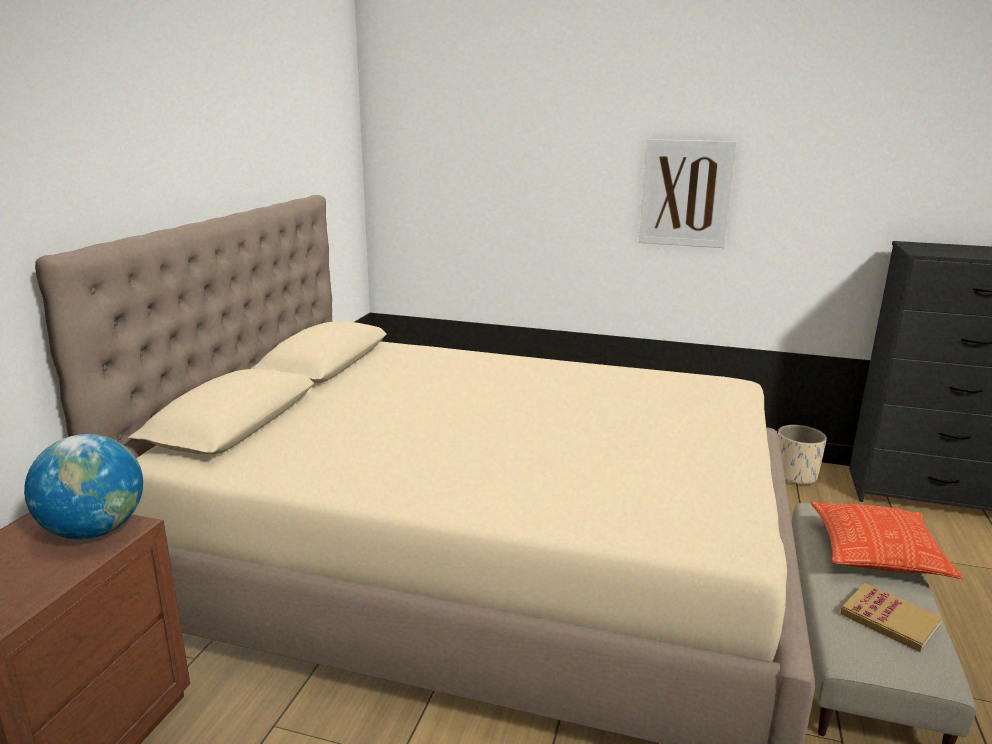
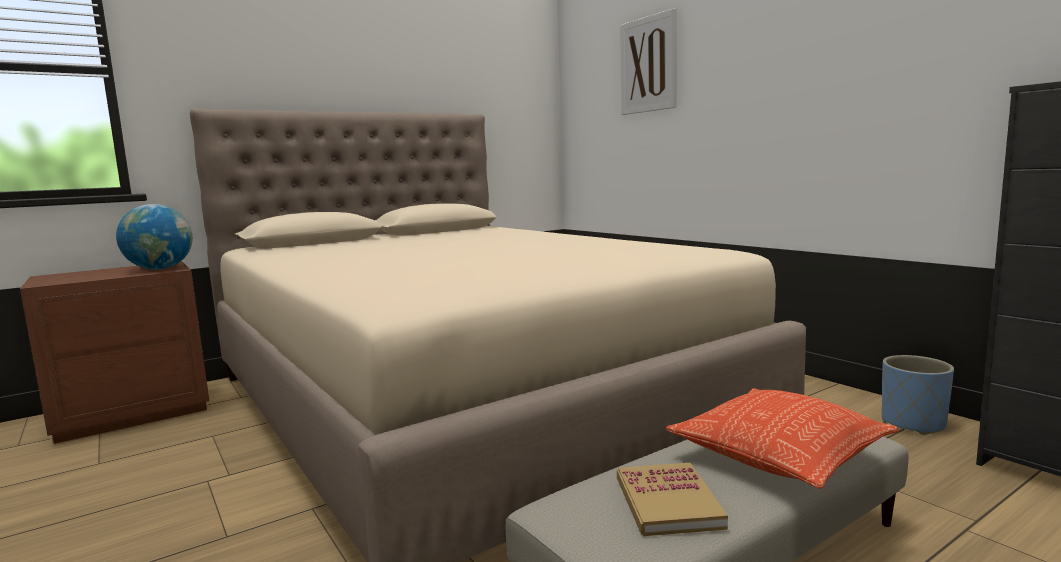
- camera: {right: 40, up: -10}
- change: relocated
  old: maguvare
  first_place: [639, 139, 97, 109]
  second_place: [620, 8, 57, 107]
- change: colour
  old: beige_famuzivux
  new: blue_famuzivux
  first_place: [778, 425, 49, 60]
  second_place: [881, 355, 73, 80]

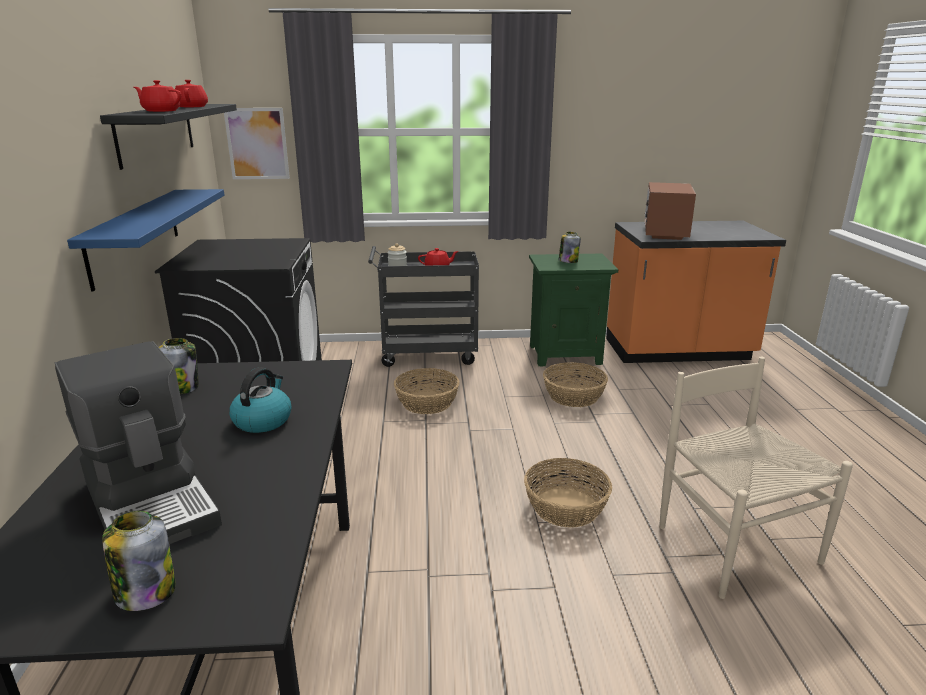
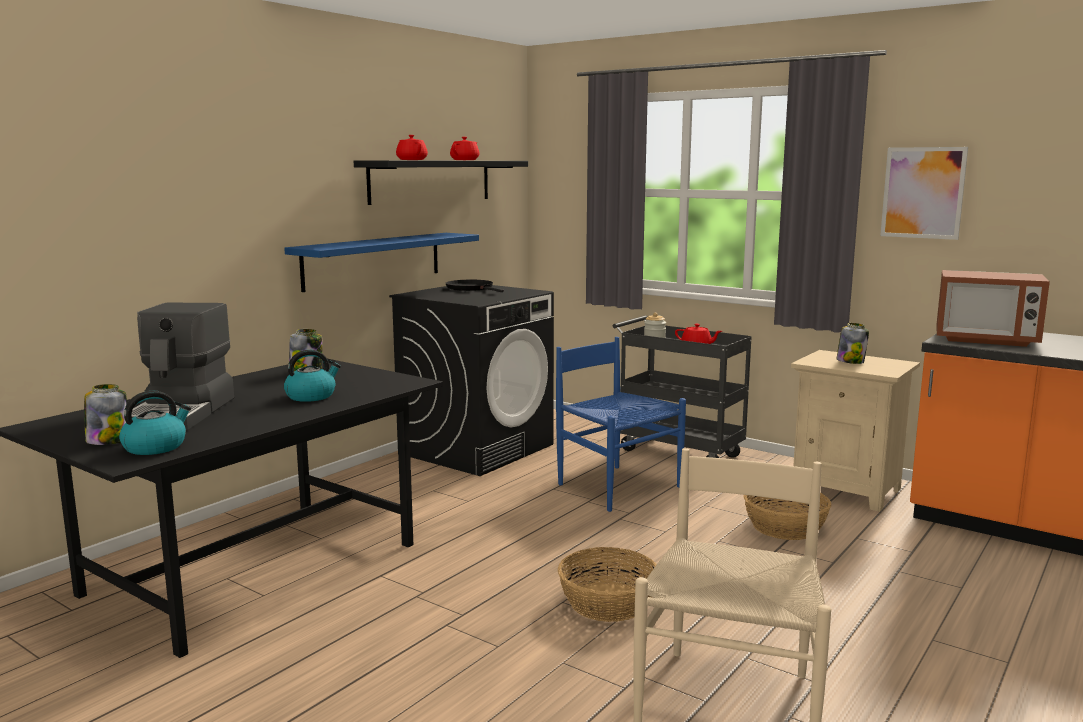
- camera: {right: 40, up: -10}
- change: appeared
  new: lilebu
  second_place: [119, 391, 72, 64]
- change: appeared
  new: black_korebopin
  second_place: [446, 280, 58, 12]
- change: exchanged
  old: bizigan
  new: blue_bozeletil
  first_place: [394, 368, 65, 46]
  second_place: [556, 337, 130, 175]
- change: colour
  old: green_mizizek
  new: beige_mizizek
  first_place: [529, 254, 89, 112]
  second_place: [791, 350, 129, 162]
- change: relocated
  old: maguvare
  first_place: [224, 108, 66, 71]
  second_place: [880, 147, 88, 93]
- change: spun
  old: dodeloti
  first_place: [645, 182, 51, 58]
  second_place: [936, 270, 114, 77]
  degrees: -120

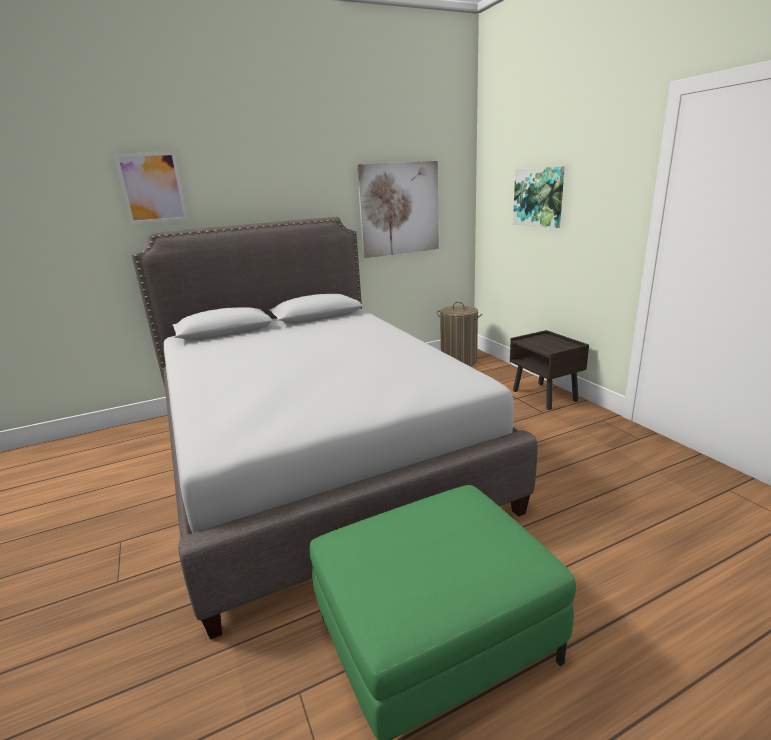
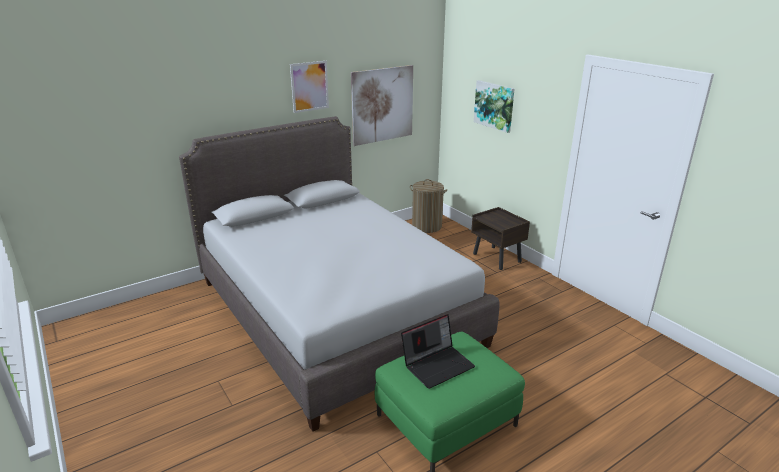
- camera: {right: -10, up: 5}
- change: relocated
  old: maguvare
  first_place: [114, 152, 74, 72]
  second_place: [290, 61, 39, 52]
- change: appeared
  new: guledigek
  second_place: [401, 314, 74, 75]

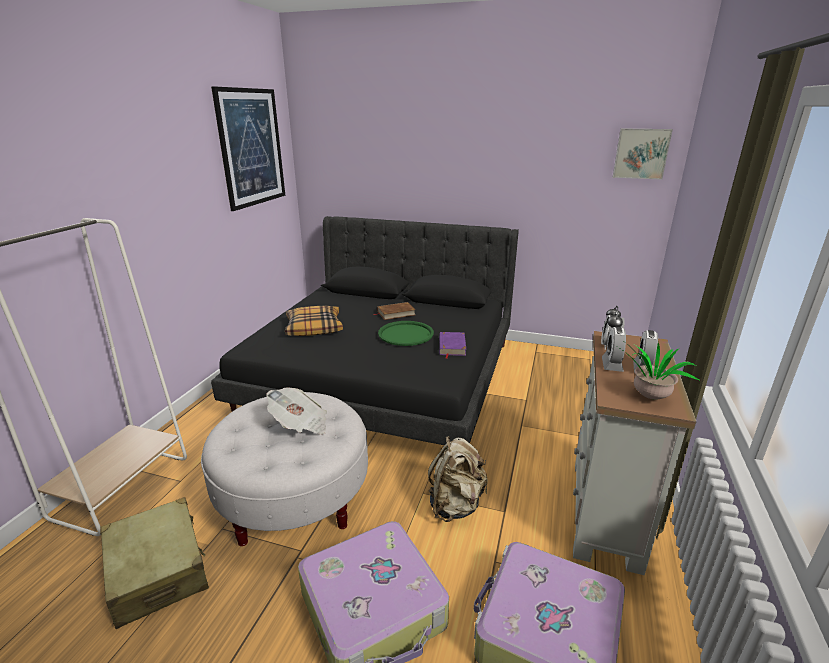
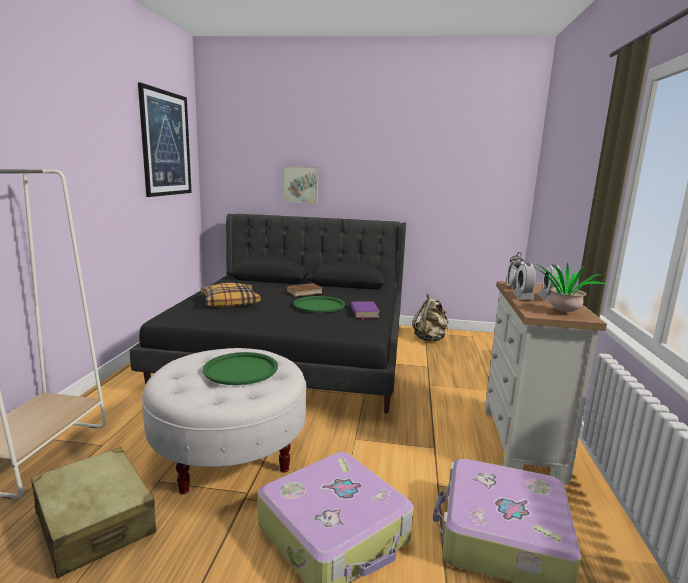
- camera: {right: -10, up: -10}
- change: exchanged
  old: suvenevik
  new: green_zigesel
  first_place: [266, 388, 61, 46]
  second_place: [203, 352, 75, 33]
- change: relocated
  old: maguvare
  first_place: [613, 128, 60, 52]
  second_place: [283, 166, 36, 38]
- change: relocated
  old: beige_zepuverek
  first_place: [428, 436, 60, 86]
  second_place: [413, 294, 35, 47]

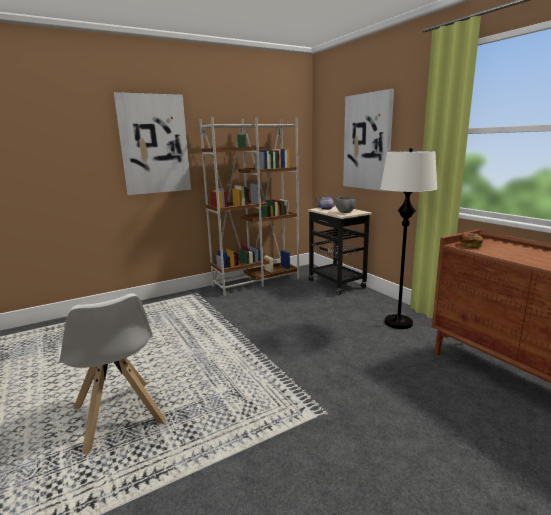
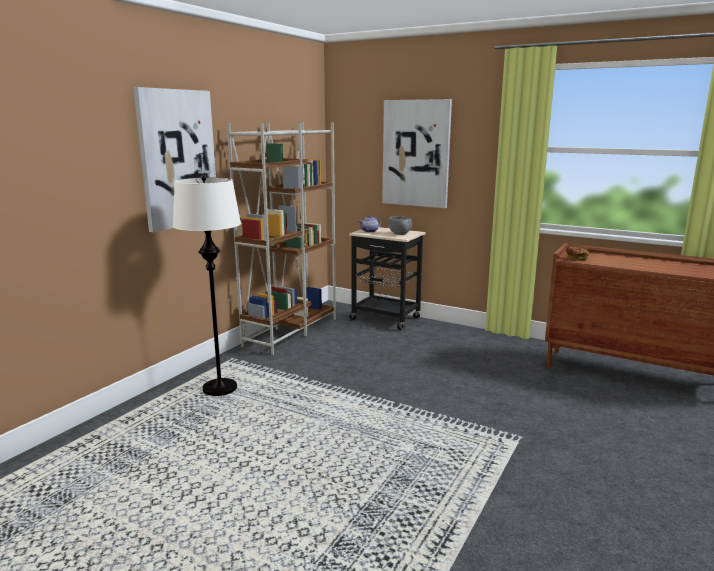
- camera: {right: -30, up: 0}
- change: relocated
  old: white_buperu
  first_place: [380, 148, 57, 181]
  second_place: [173, 176, 68, 220]
- change: missing
  old: bozeletil
  first_place: [58, 293, 108, 162]

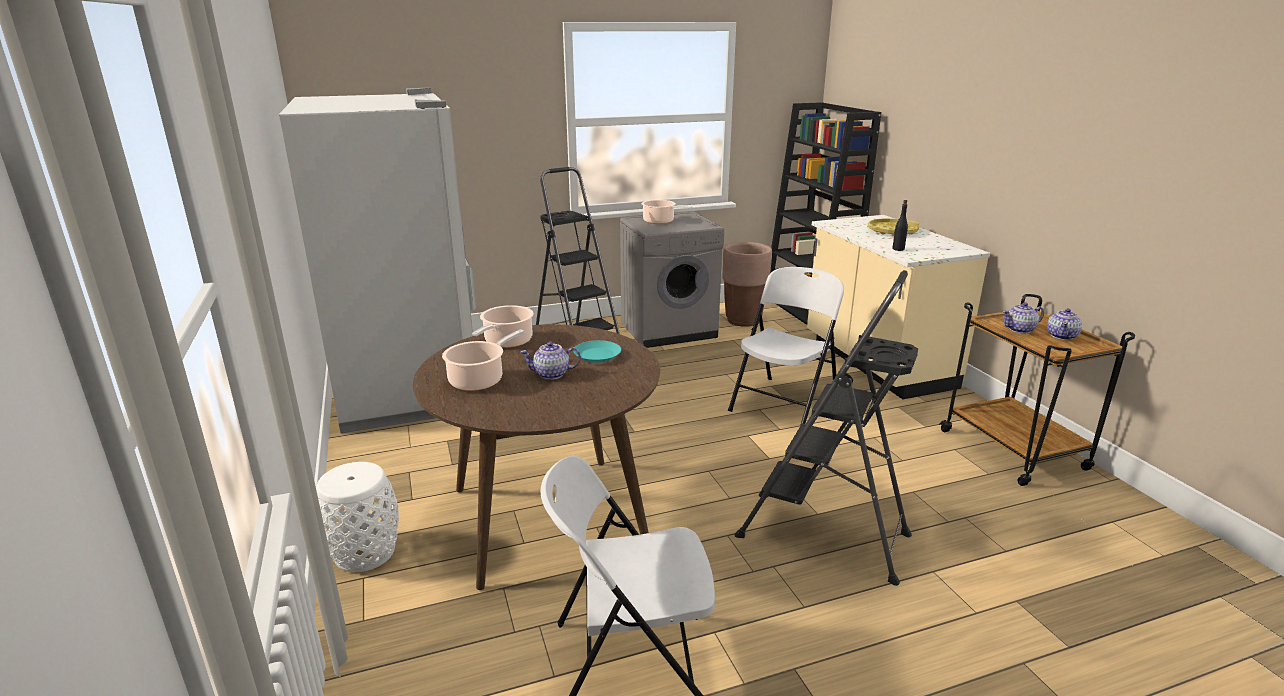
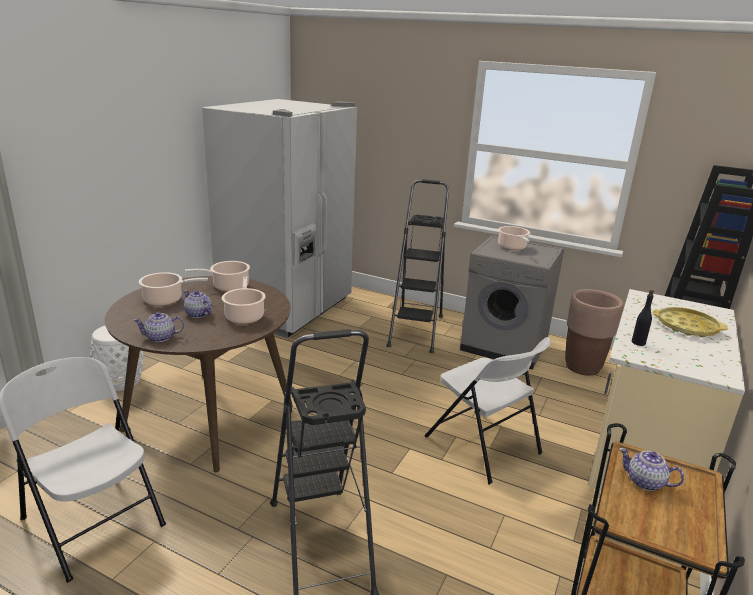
- camera: {right: 45, up: 0}
- change: relocated
  old: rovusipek
  first_place: [1047, 308, 35, 32]
  second_place: [133, 312, 51, 30]
- change: exchanged
  old: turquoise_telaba
  new: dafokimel
  first_place: [573, 340, 48, 23]
  second_place: [222, 277, 44, 47]
- change: spun
  old: white_bozeletil
  first_place: [728, 267, 116, 159]
  second_place: [425, 337, 126, 148]
  degrees: 60

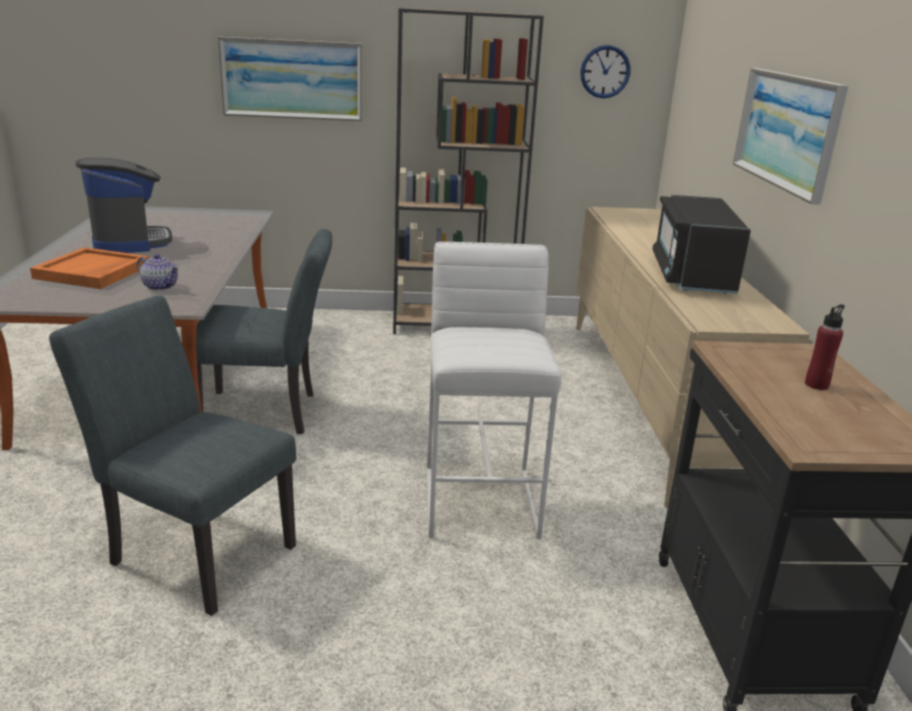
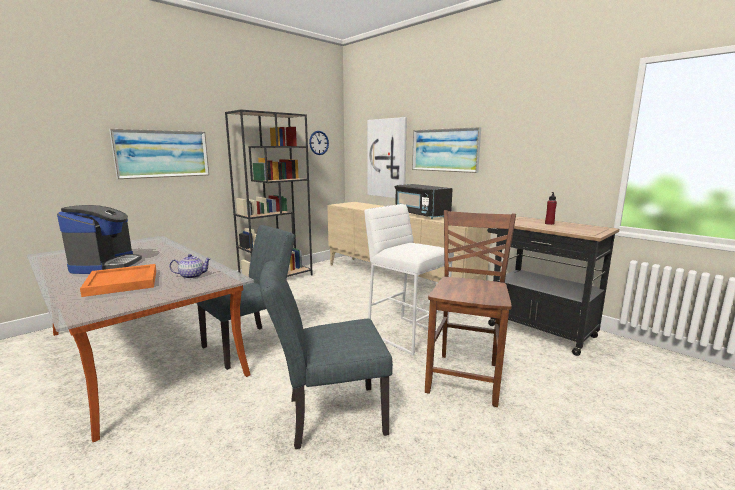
- camera: {right: -40, up: -10}
- change: spun
  old: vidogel
  first_place: [76, 158, 96, 95]
  second_place: [57, 205, 85, 69]
  degrees: 60
- change: appeared
  new: maguvare
  second_place: [367, 117, 40, 81]
- change: appeared
  new: brown_bozeletil
  second_place: [425, 210, 91, 197]

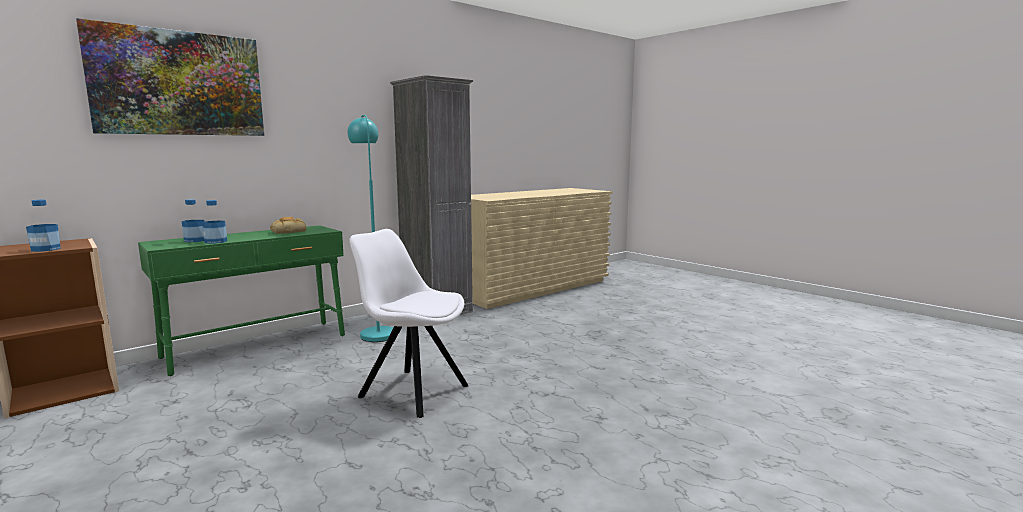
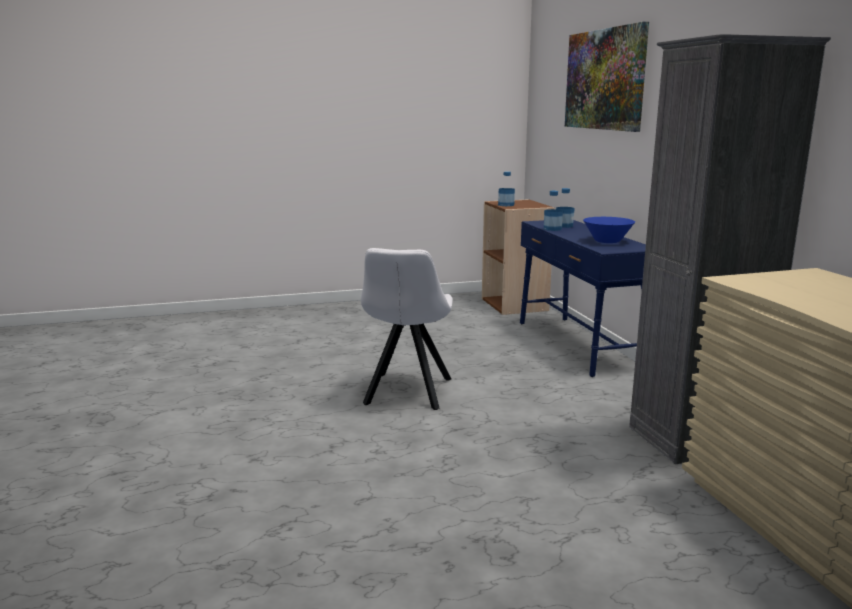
- camera: {right: 115, up: 5}
- change: spun
  old: white_bozeletil
  first_place: [350, 229, 119, 189]
  second_place: [361, 248, 92, 162]
  degrees: 135
- change: colour
  old: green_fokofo
  new: blue_fokofo
  first_place: [138, 225, 207, 151]
  second_place: [520, 220, 126, 157]
- change: exchanged
  old: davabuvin
  new: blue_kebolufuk
  first_place: [270, 217, 36, 17]
  second_place: [583, 217, 52, 26]
- change: missing
  old: turquoise_buperu
  first_place: [347, 115, 46, 227]

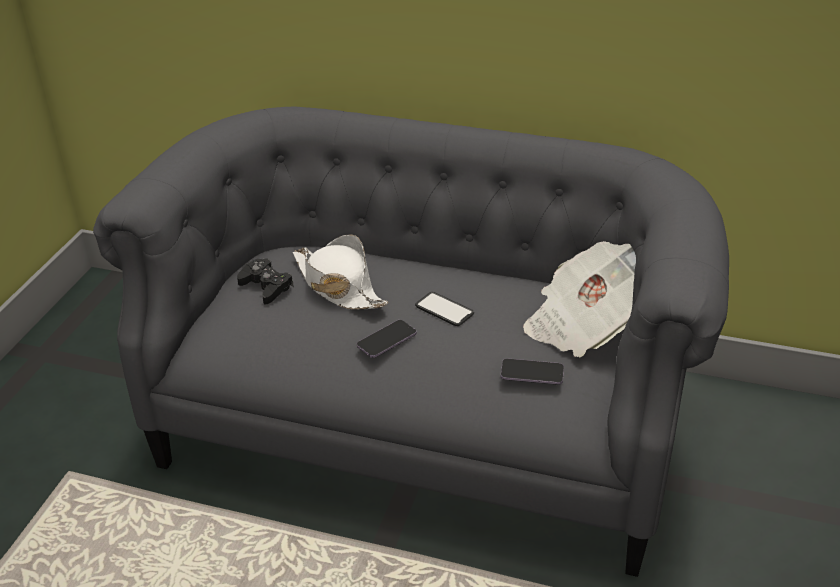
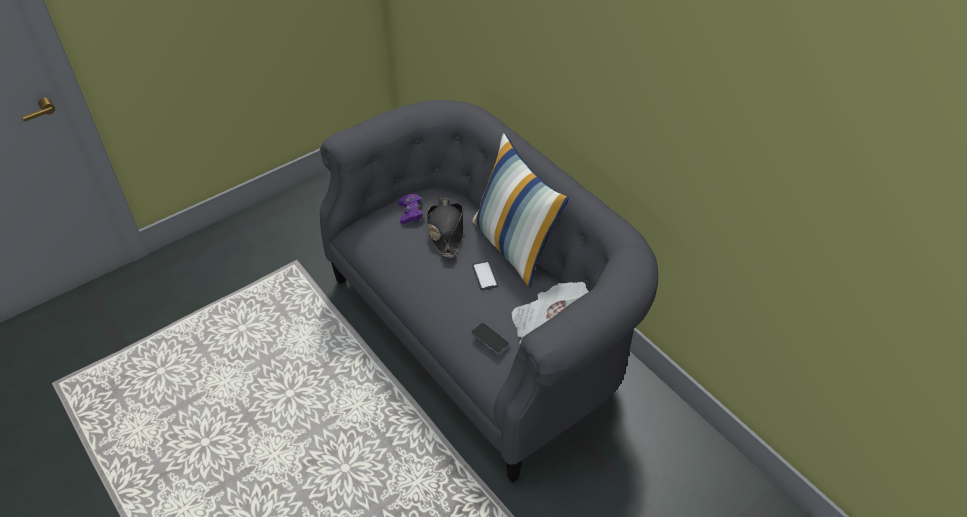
- camera: {right: 35, up: 10}
- change: colour
  old: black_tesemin
  new: purple_tesemin
  first_place: [237, 258, 57, 47]
  second_place: [398, 194, 25, 30]
- change: colour
  old: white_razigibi
  new: black_razigibi
  first_place: [293, 235, 95, 74]
  second_place: [427, 197, 36, 61]
- change: appeared
  new: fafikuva
  second_place: [472, 133, 97, 155]
- change: missing
  old: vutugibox
  first_place: [357, 320, 60, 38]

